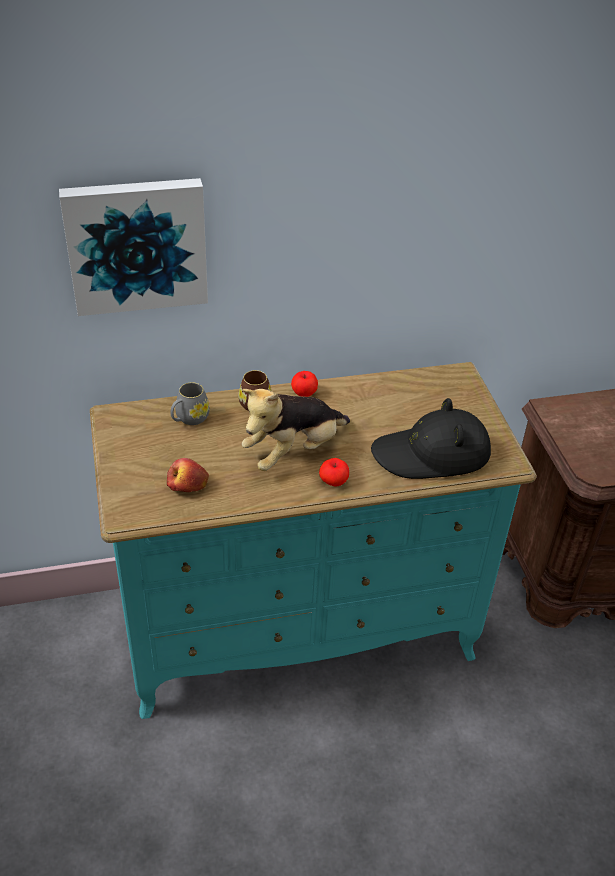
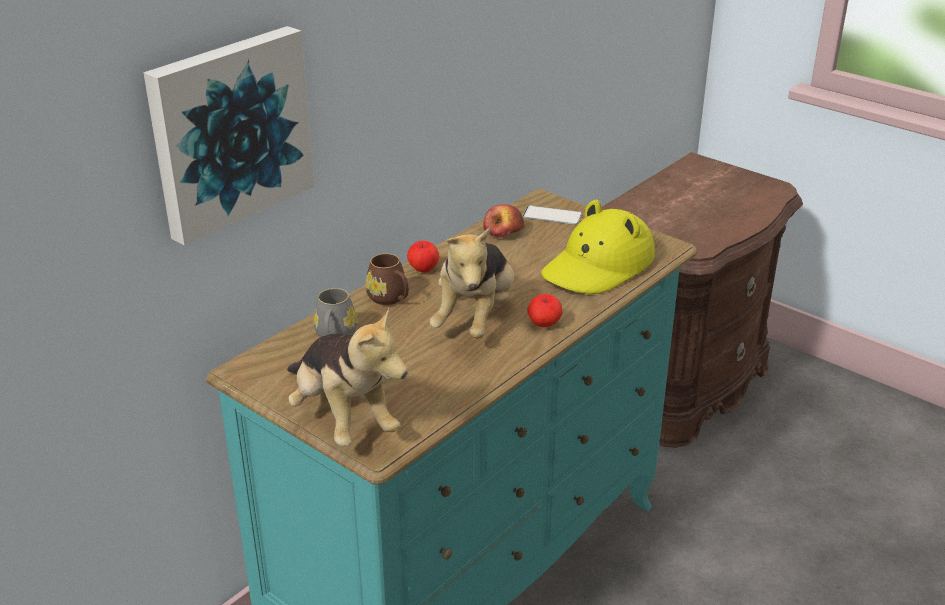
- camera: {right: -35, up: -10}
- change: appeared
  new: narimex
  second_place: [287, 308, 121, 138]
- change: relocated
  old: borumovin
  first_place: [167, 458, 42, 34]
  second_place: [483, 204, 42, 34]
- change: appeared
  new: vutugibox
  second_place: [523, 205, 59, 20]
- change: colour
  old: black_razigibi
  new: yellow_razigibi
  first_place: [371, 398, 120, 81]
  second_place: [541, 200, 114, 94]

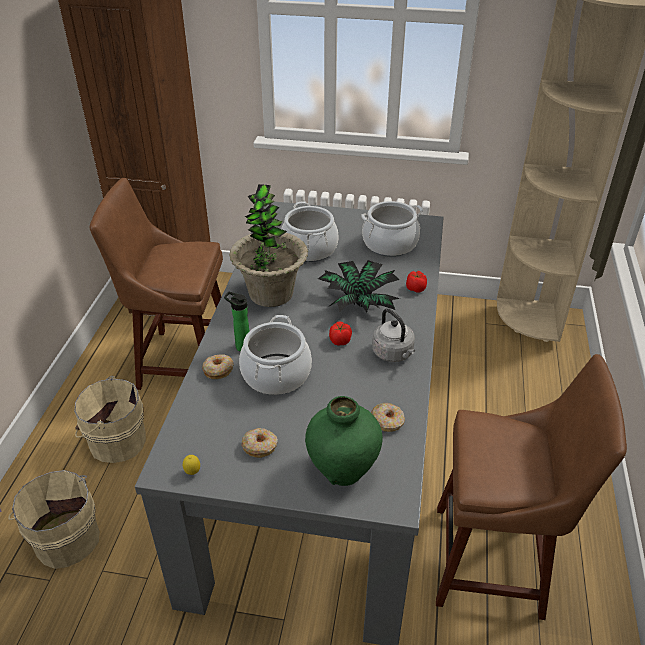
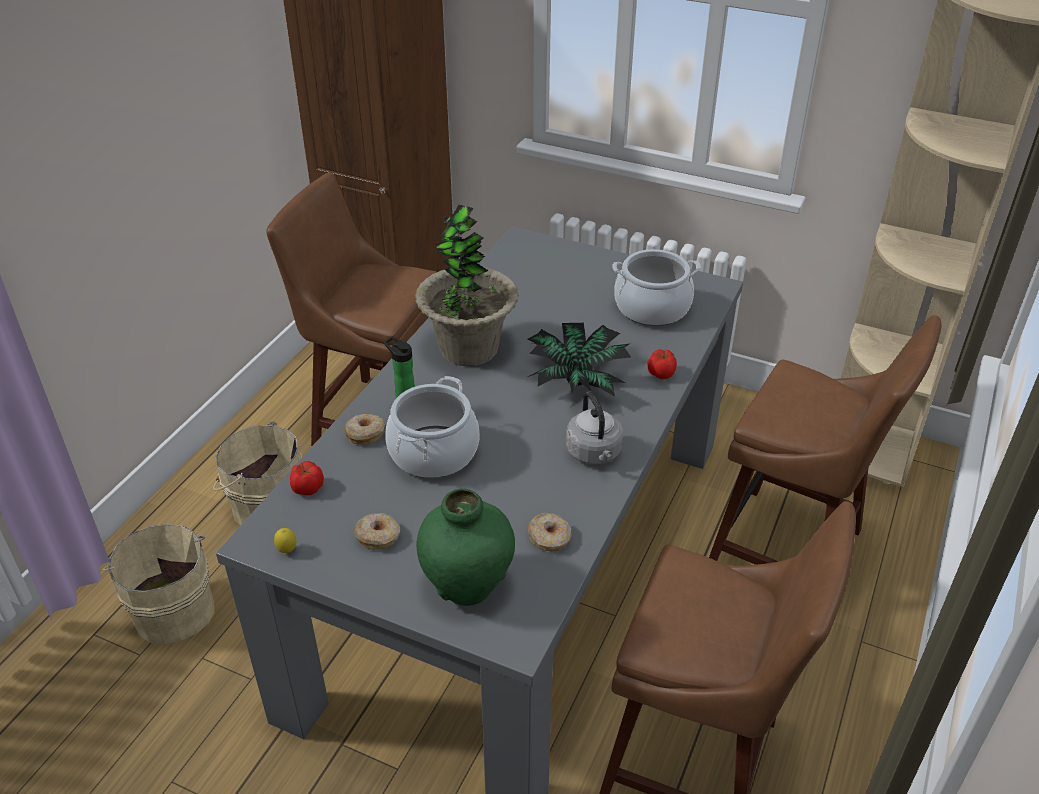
- camera: {right: 15, up: 0}
- change: relocated
  old: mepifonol
  first_place: [329, 322, 23, 24]
  second_place: [290, 461, 34, 34]
- change: appeared
  new: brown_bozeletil
  second_place: [709, 315, 233, 250]
- change: missing
  old: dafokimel
  first_place: [282, 201, 57, 61]

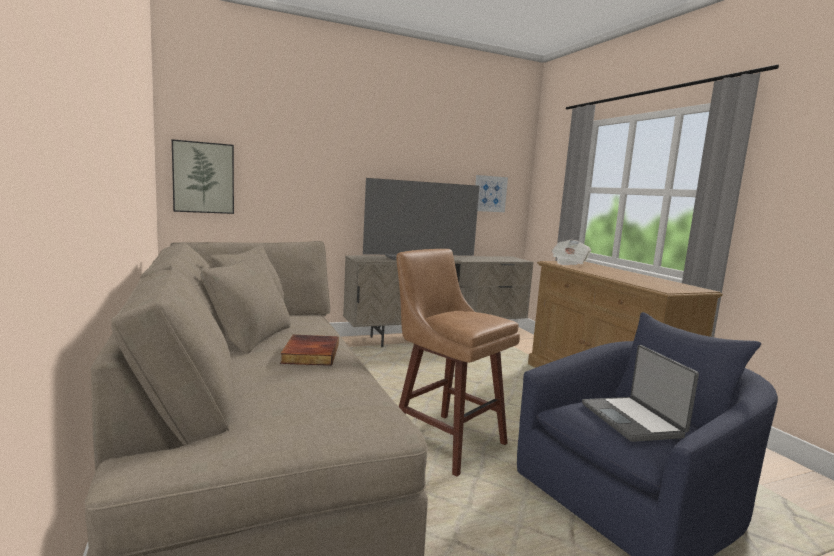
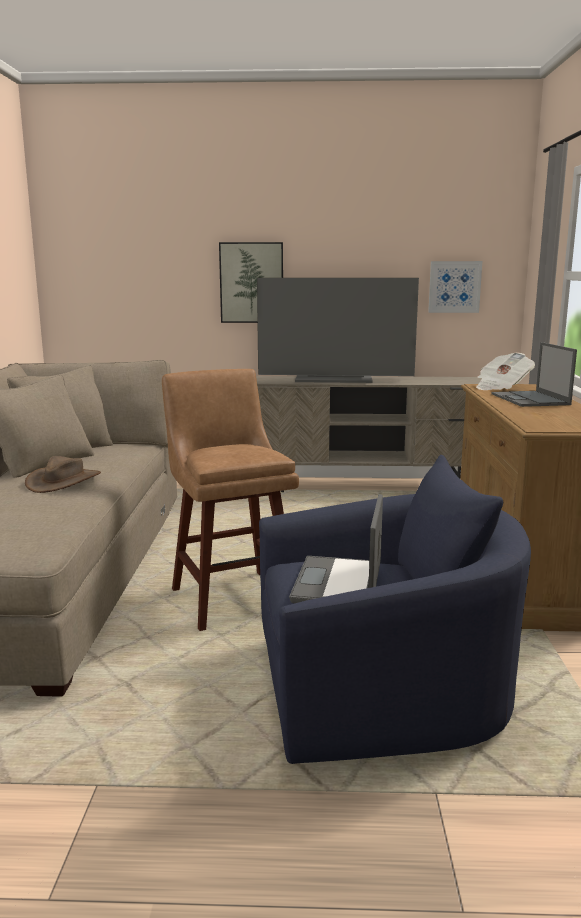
- camera: {right: 25, up: 5}
- change: exchanged
  old: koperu
  new: brown_razigibi
  first_place: [280, 335, 59, 31]
  second_place: [25, 456, 76, 37]
- change: relocated
  old: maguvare
  first_place: [172, 139, 62, 75]
  second_place: [219, 242, 64, 81]
- change: appeared
  new: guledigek
  second_place: [492, 342, 85, 65]

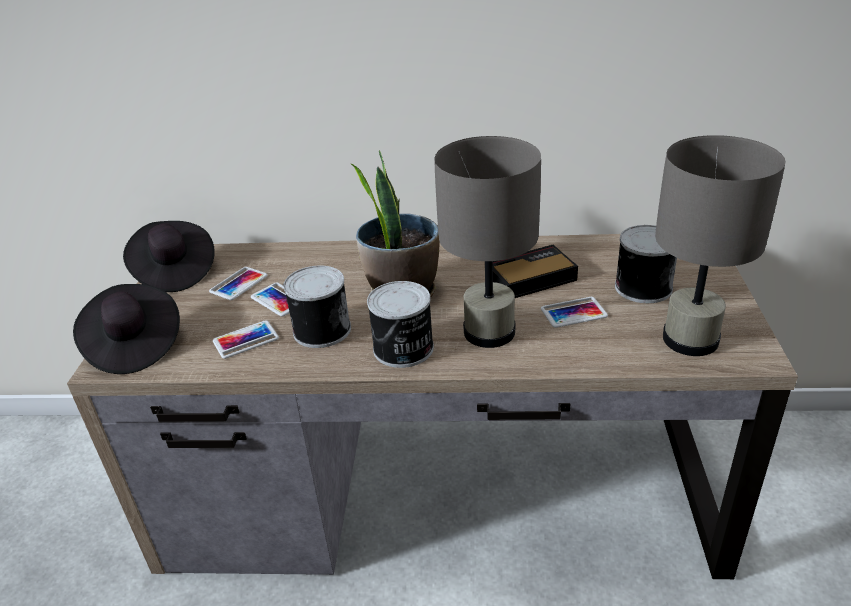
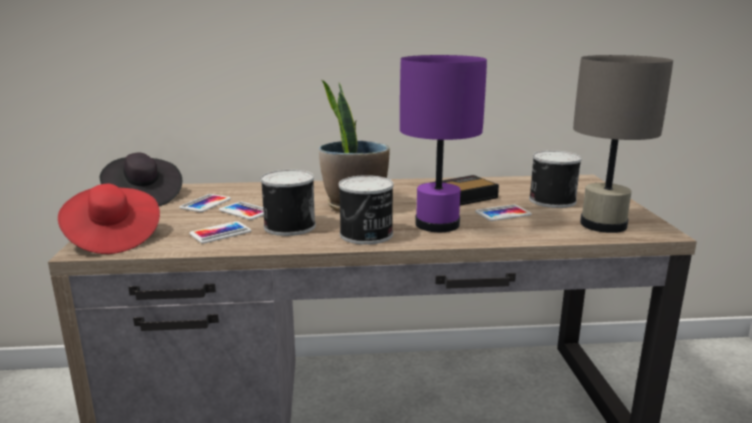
- camera: {right: -10, up: -15}
- change: colour
  old: black_razigibi
  new: red_razigibi
  first_place: [73, 284, 107, 90]
  second_place: [58, 184, 102, 70]
- change: colour
  old: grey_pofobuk
  new: purple_pofobuk
  first_place: [435, 136, 106, 212]
  second_place: [400, 55, 87, 177]

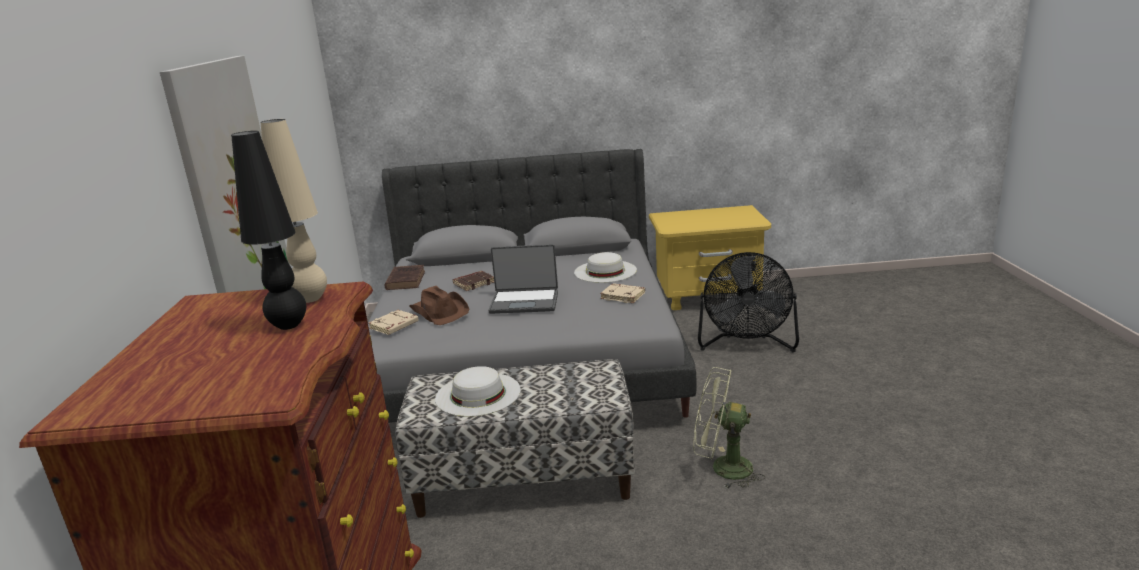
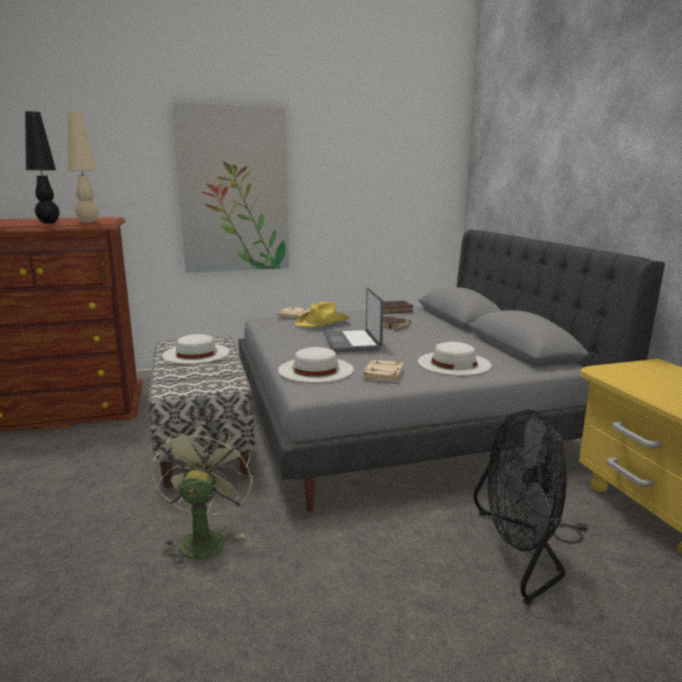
- camera: {right: 75, up: -5}
- change: appeared
  new: white_razigibi
  second_place: [278, 347, 76, 36]
- change: colour
  old: brown_razigibi
  new: yellow_razigibi
  first_place: [409, 286, 60, 39]
  second_place: [295, 302, 55, 25]

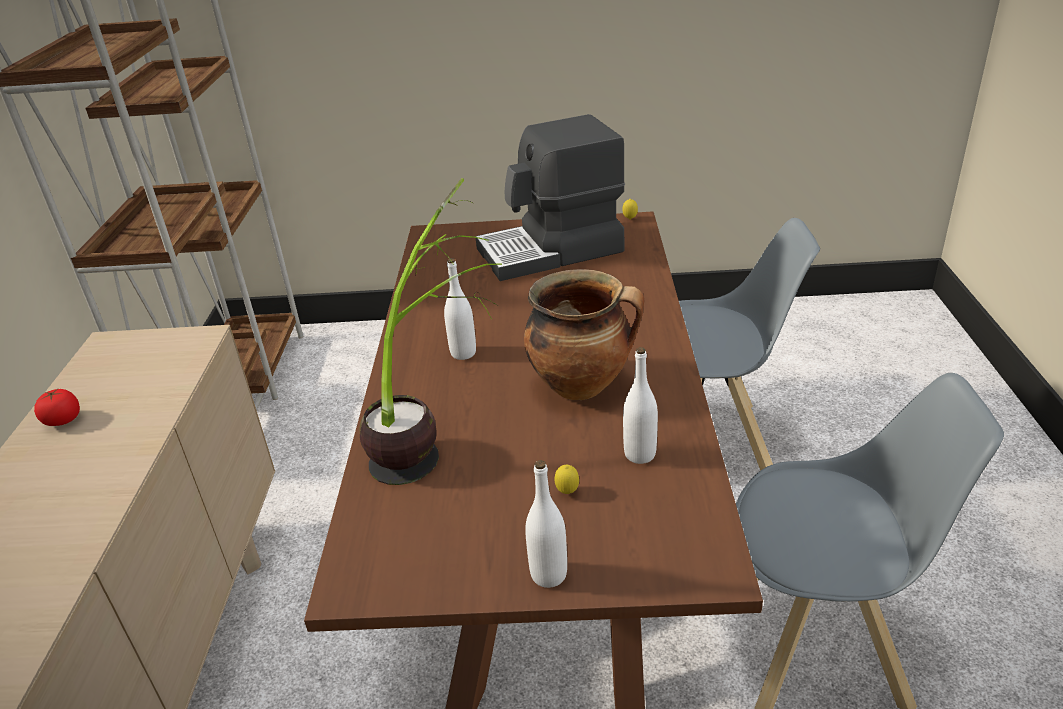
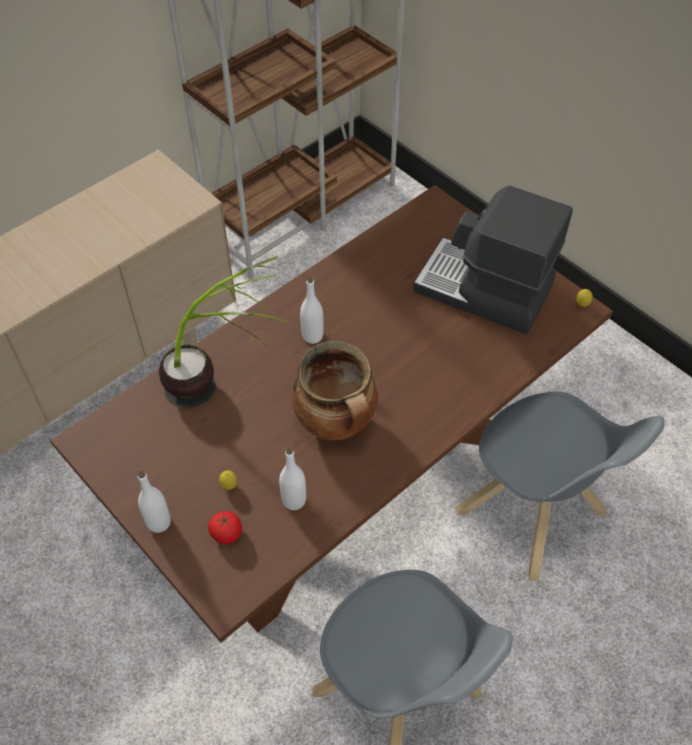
- camera: {right: 45, up: 20}
- change: relocated
  old: mepifonol
  first_place: [34, 388, 46, 38]
  second_place: [208, 511, 34, 33]

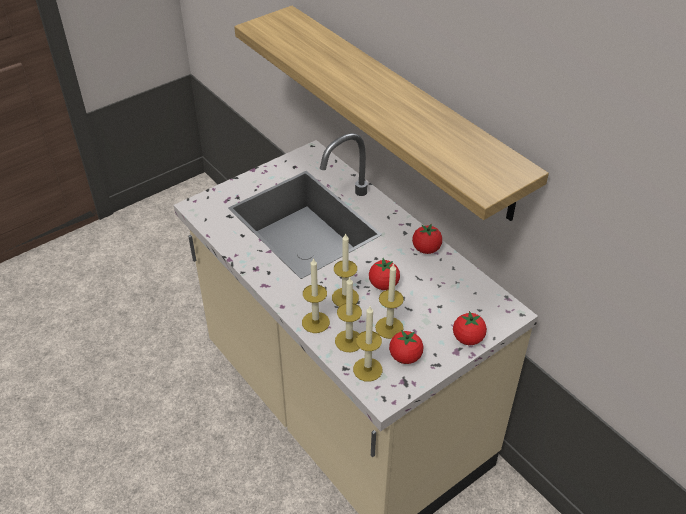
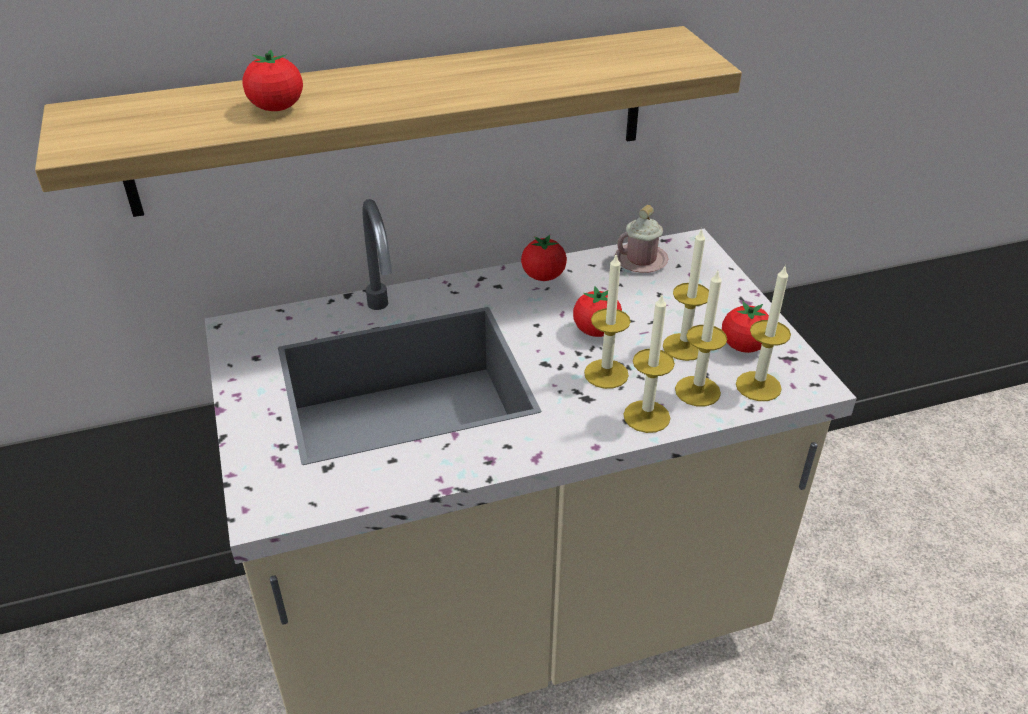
- camera: {right: -70, up: -5}
- change: relocated
  old: mepifonol
  first_place: [453, 311, 34, 34]
  second_place: [242, 49, 61, 62]
- change: appeared
  new: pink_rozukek
  second_place: [615, 205, 53, 68]

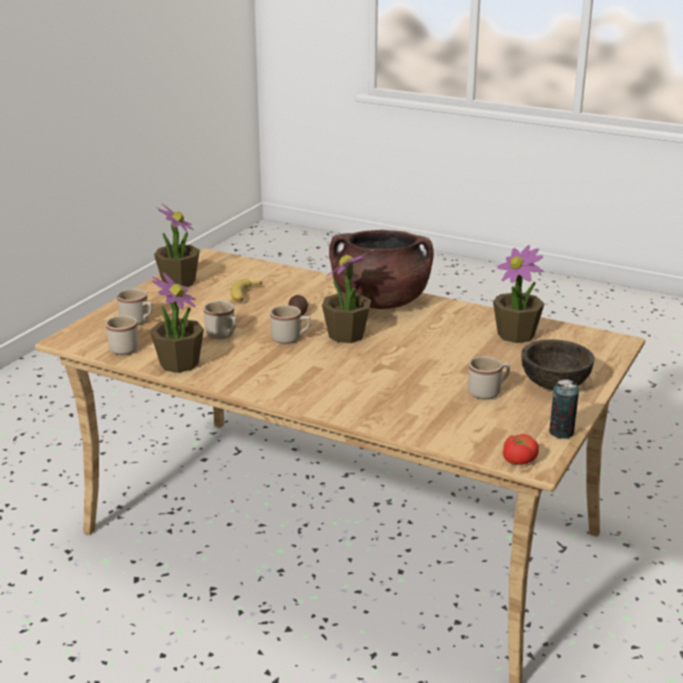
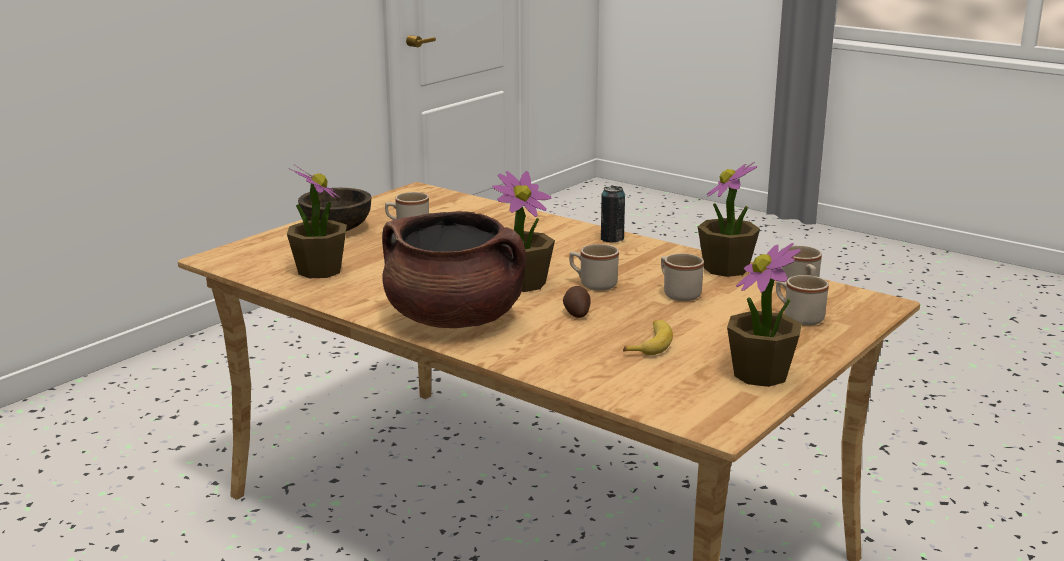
- camera: {right: -170, up: -5}
- change: relocated
  old: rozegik
  first_place: [549, 380, 30, 59]
  second_place: [601, 185, 24, 58]
- change: missing
  old: mepifonol
  first_place: [503, 434, 36, 31]

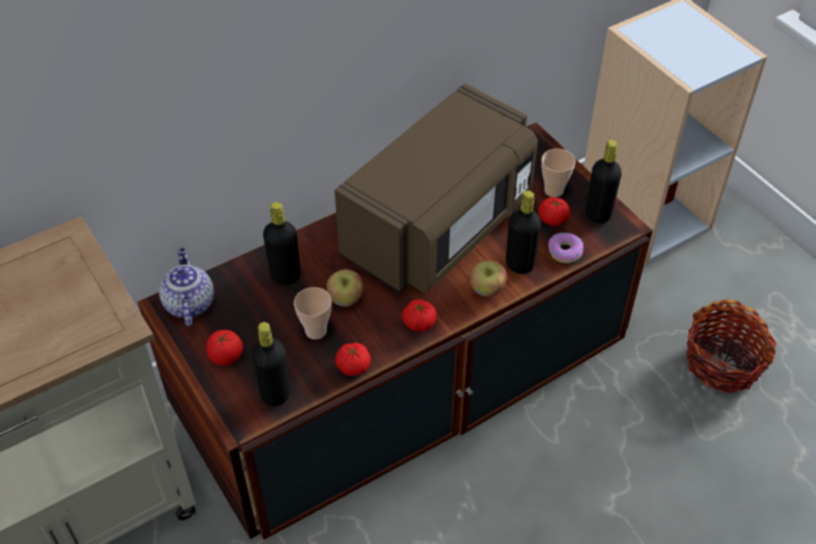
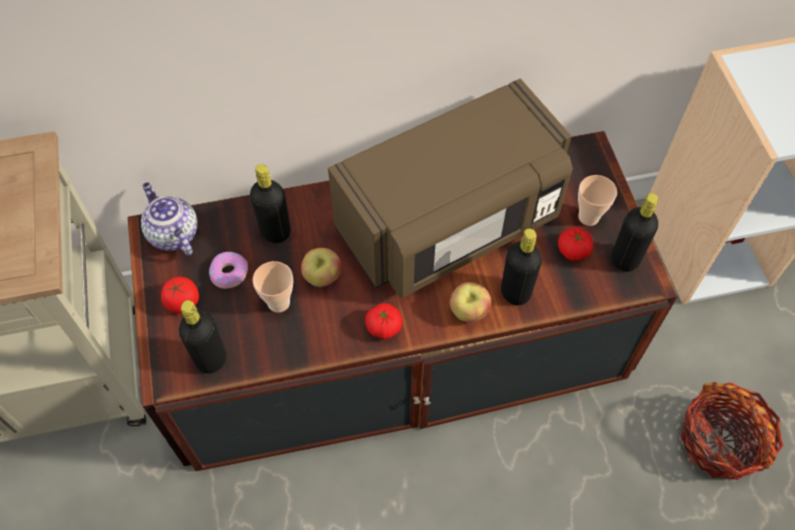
- camera: {right: 20, up: 10}
- change: spun
  old: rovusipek
  first_place: [159, 248, 55, 78]
  second_place: [141, 182, 57, 74]
  degrees: -45
- change: relocated
  old: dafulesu
  first_place: [548, 233, 35, 30]
  second_place: [209, 252, 39, 37]
- change: missing
  old: mepifonol
  first_place: [335, 343, 36, 33]

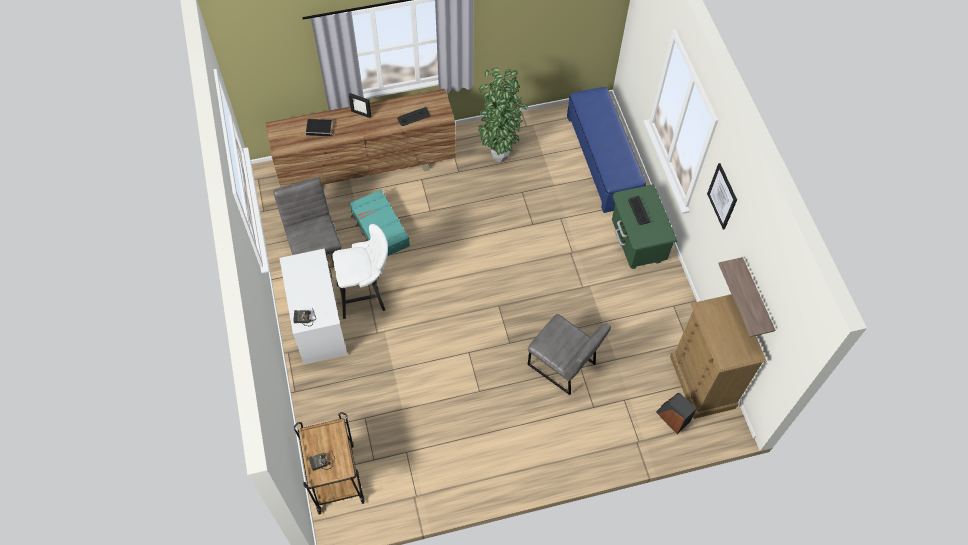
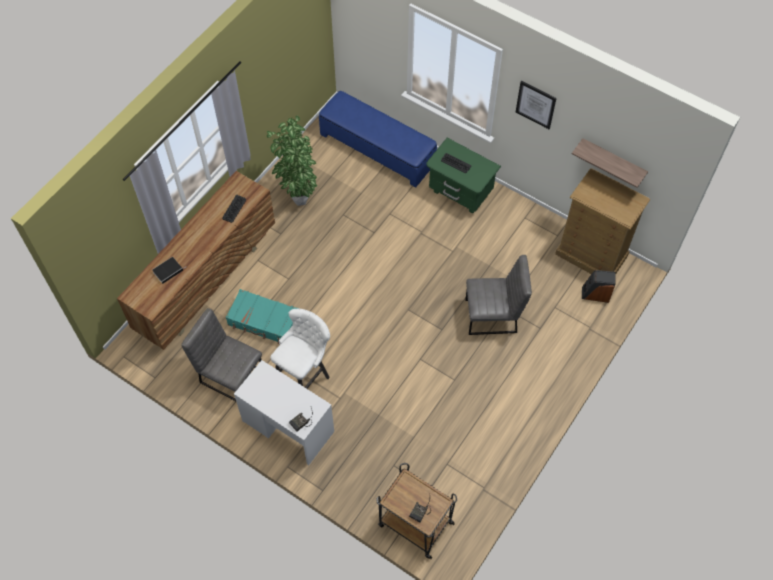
- camera: {right: -40, up: 0}
- change: missing
  old: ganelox
  first_place: [349, 93, 22, 25]

